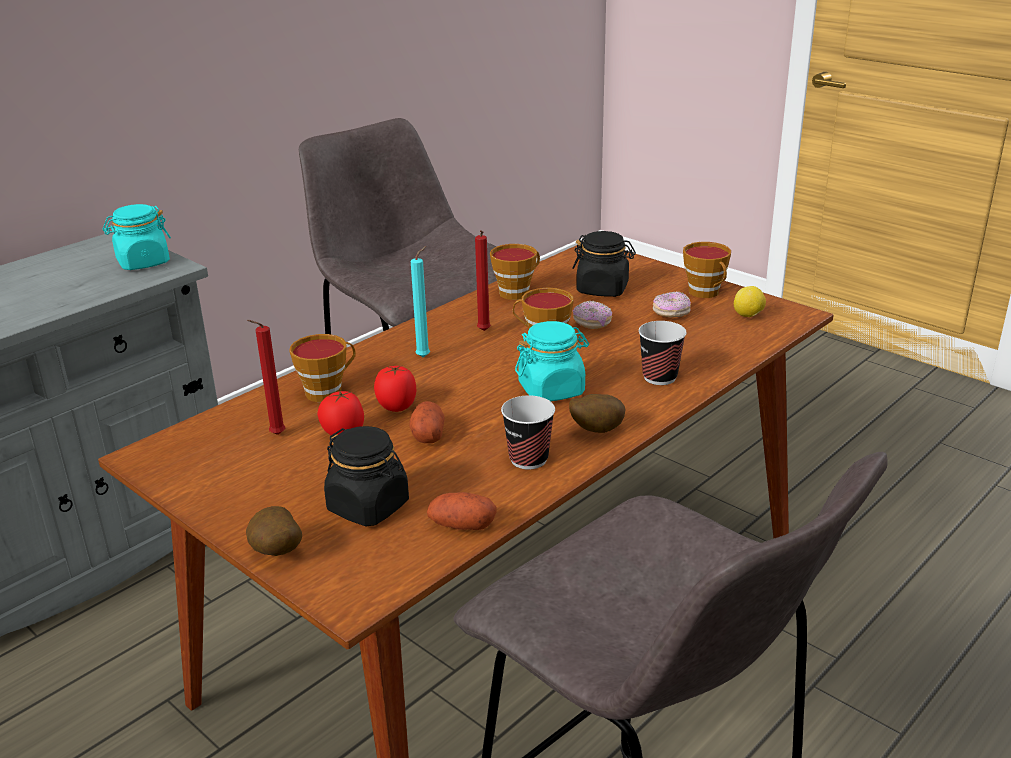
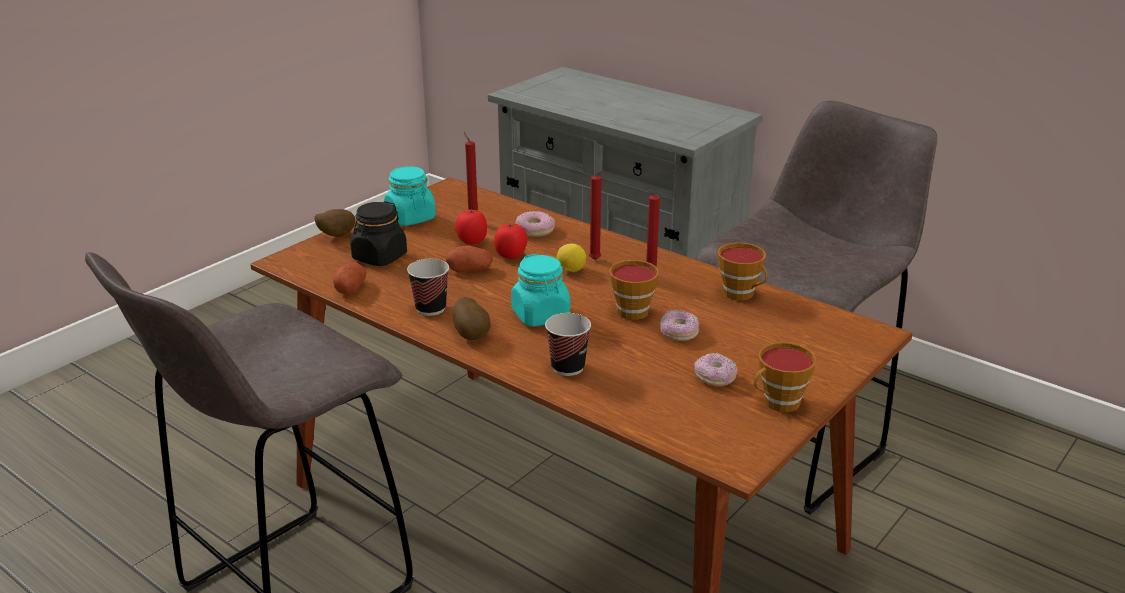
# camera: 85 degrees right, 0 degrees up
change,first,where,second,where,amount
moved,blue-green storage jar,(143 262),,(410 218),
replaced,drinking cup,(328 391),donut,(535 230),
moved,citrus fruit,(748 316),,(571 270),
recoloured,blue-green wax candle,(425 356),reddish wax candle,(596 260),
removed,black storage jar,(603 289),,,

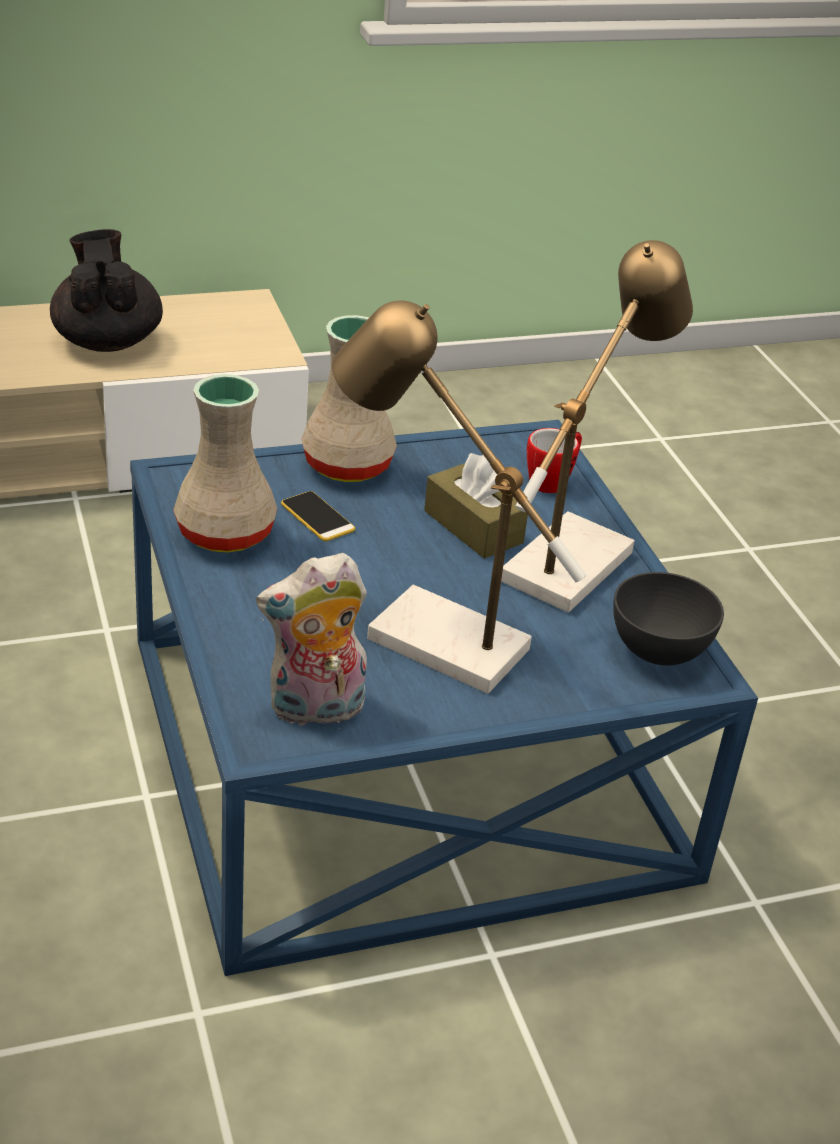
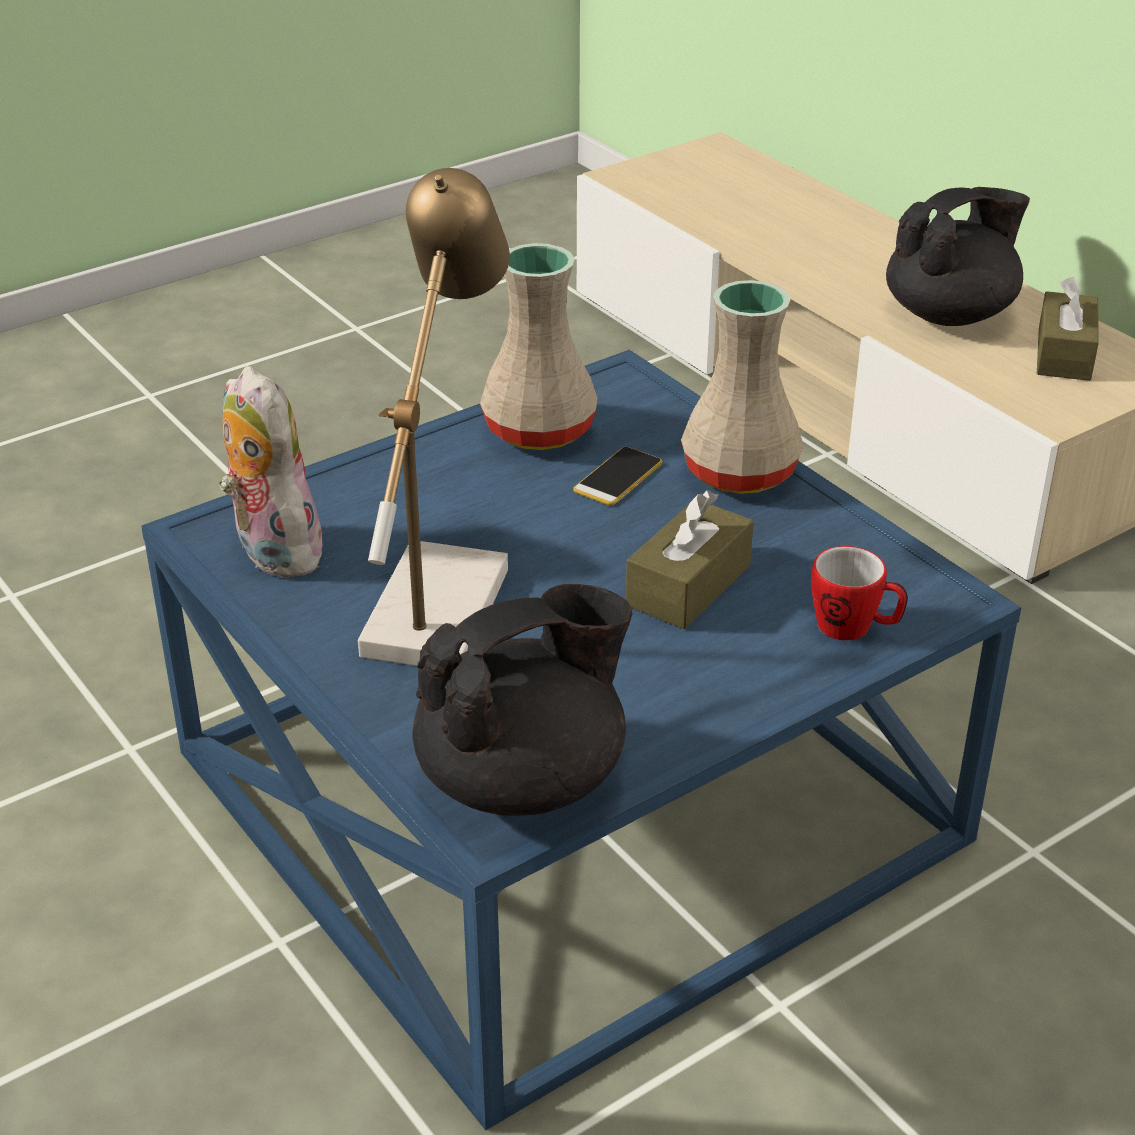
# camera: 75 degrees right, 0 degrees up
change,first,where,second,where,amount
replaced,greyish bowl,(659 650),black teapot,(524 778),
added,,,brownish tissue holder,(1064 354),
removed,table lamp,(574 556),,,

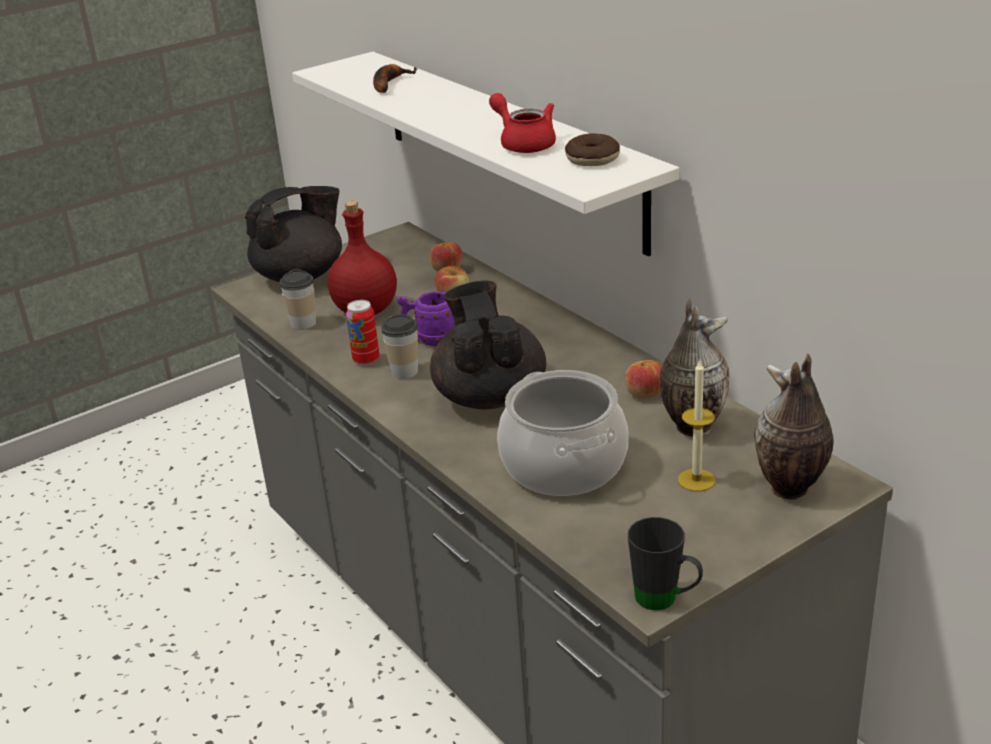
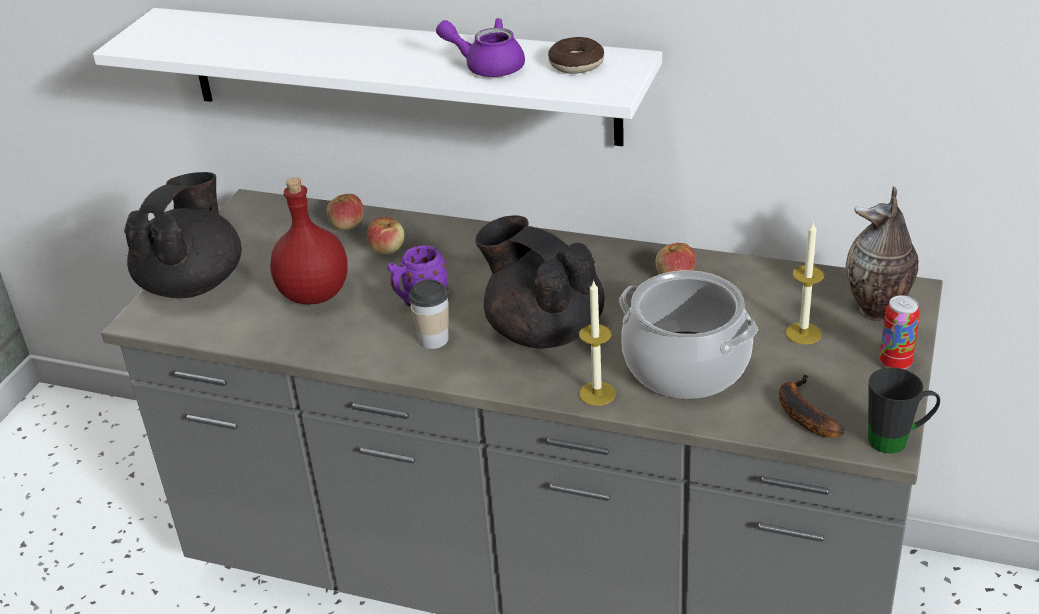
# camera: 35 degrees left, 5 degrees up
change,first,where,second,where,amount
recoloured,reddish teapot,(524 143),purplish teapot,(487 66),
added,,,wax candle,(597 393),
moved,banana fruit,(388 83),,(802 413),
moved,metal can,(366 360),,(895 363),
removed,drinking cup,(303 323),,,
removed,decorative vase,(691 426),,,

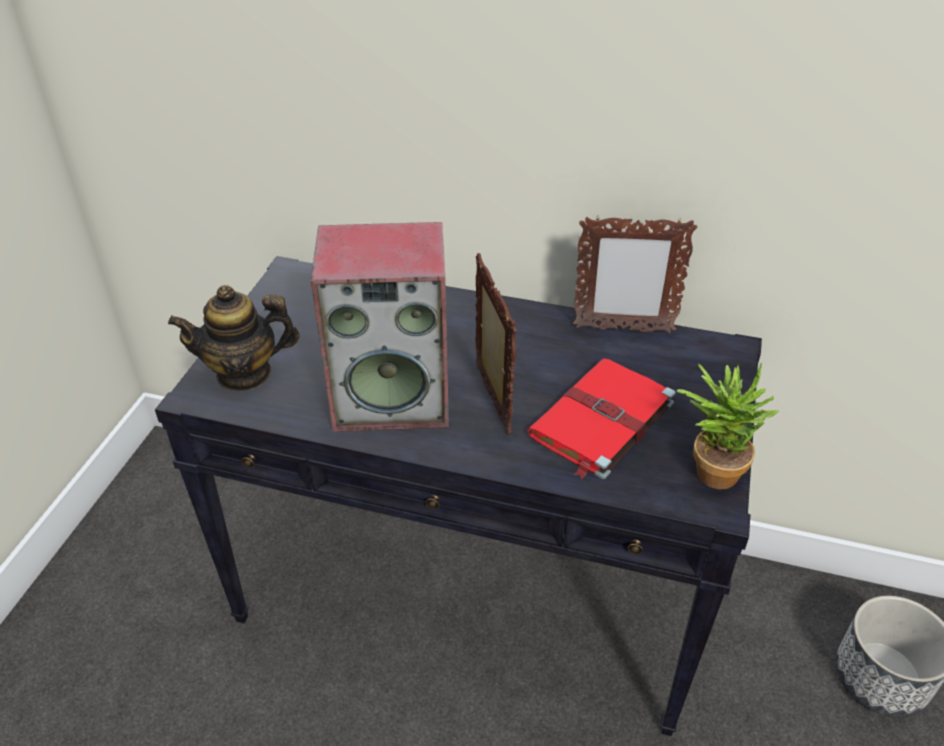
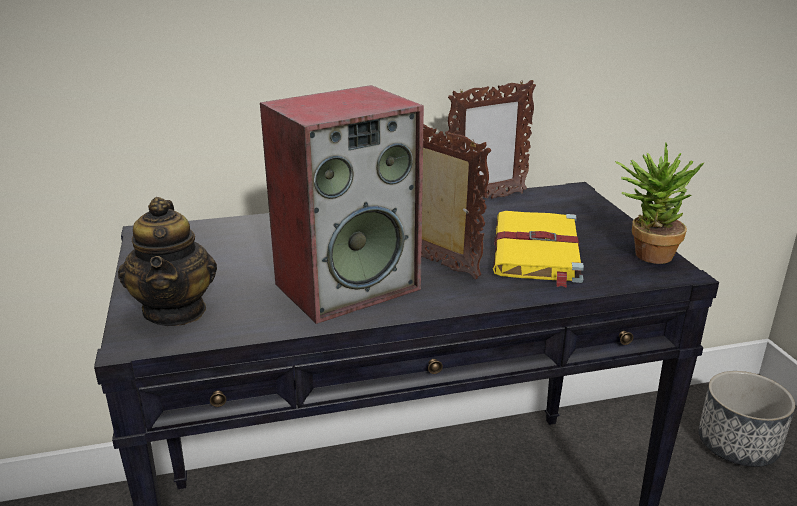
# camera: 30 degrees left, 15 degrees down
change,first,where,second,where,amount
turned,teapot,(244 374),,(176 311),60 degrees counterclockwise
recoloured,reddish book,(600 421),yellow-coloured book,(536 251),

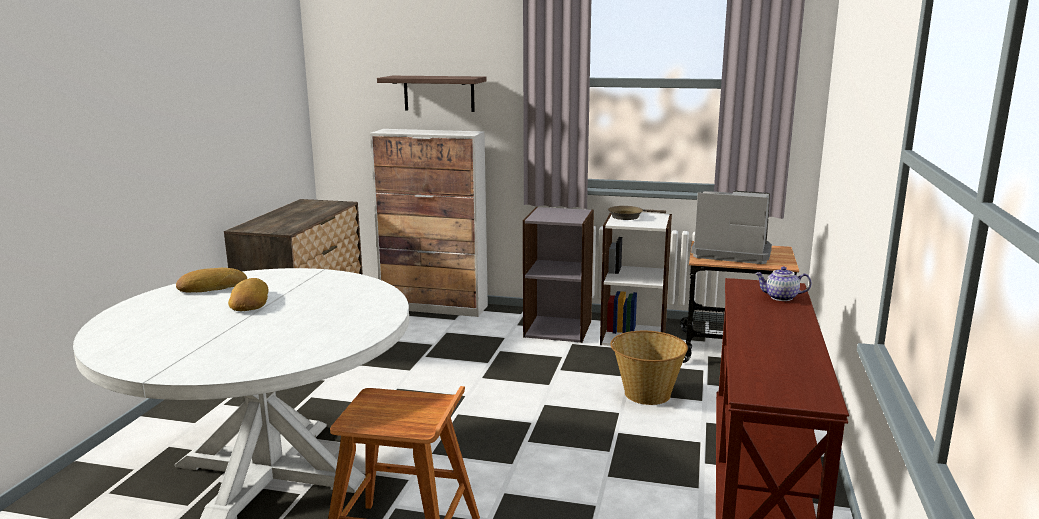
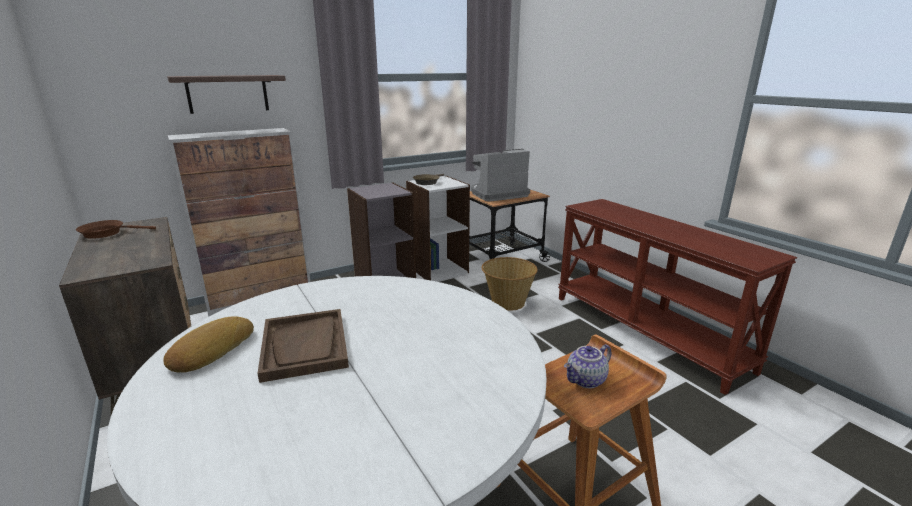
# camera: 45 degrees left, 5 degrees up
change,first,where,second,where,amount
added,,,brownish pan,(106 233),
replaced,bakery bread,(249 301),brownish serving tray,(305 346),
moved,teapot,(781 297),,(586 380),

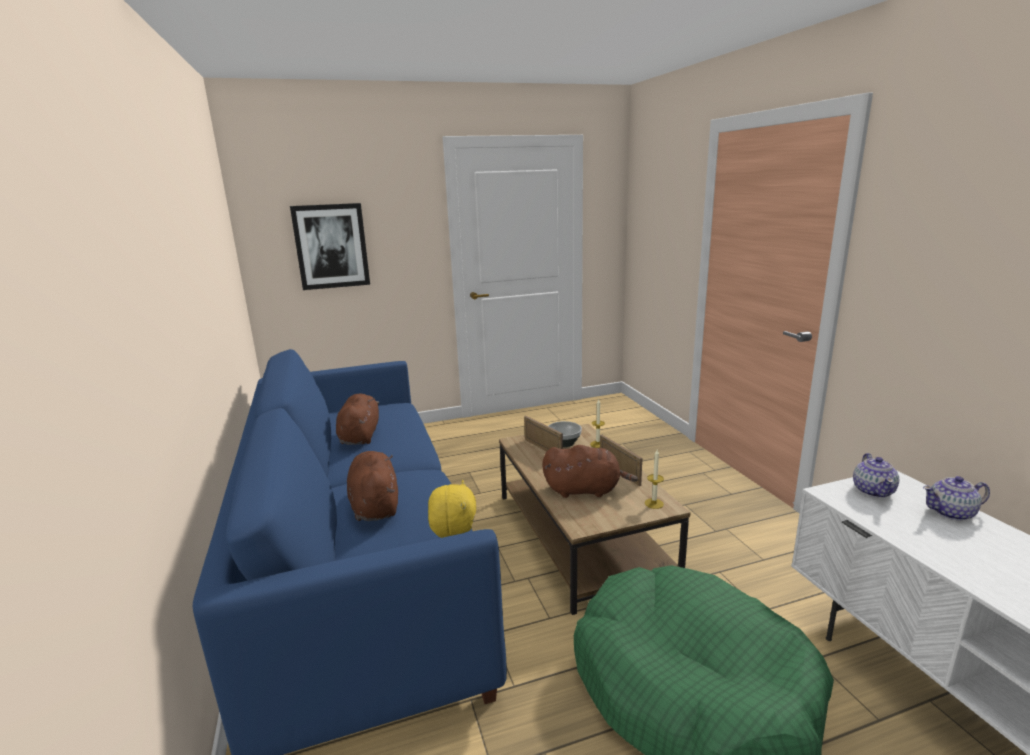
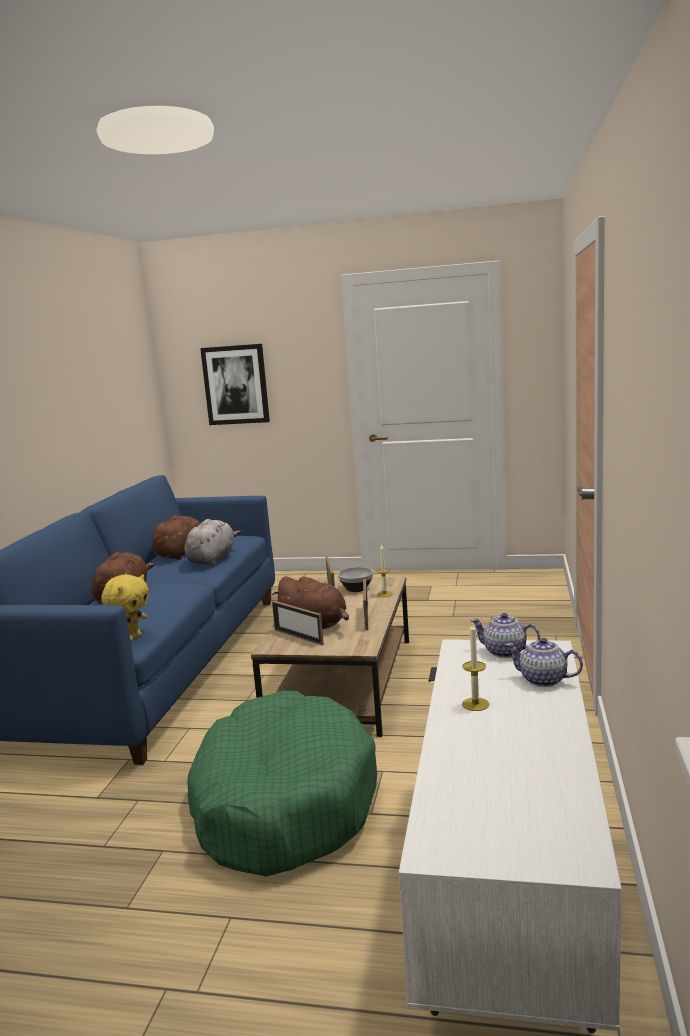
# camera: 30 degrees right, 5 degrees down
change,first,where,second,where,amount
added,,,greyish plush toy,(212 559),
added,,,picture frame,(298 637),
moved,wax candle,(654 503),,(475 704),
turned,teapot,(873 491),,(505 652),75 degrees clockwise

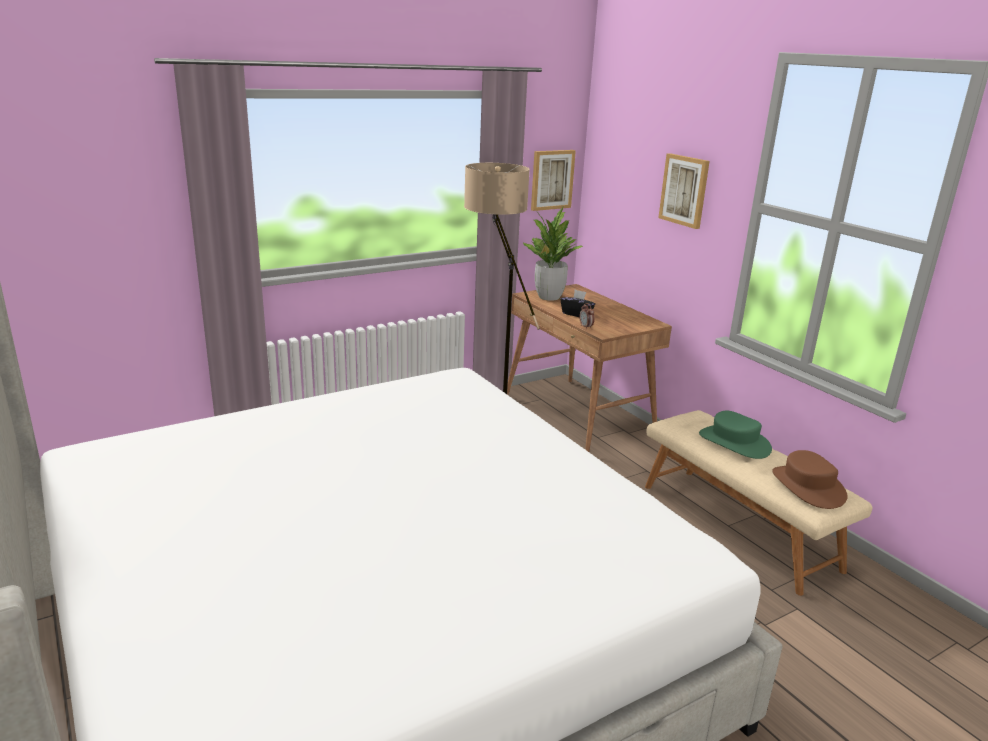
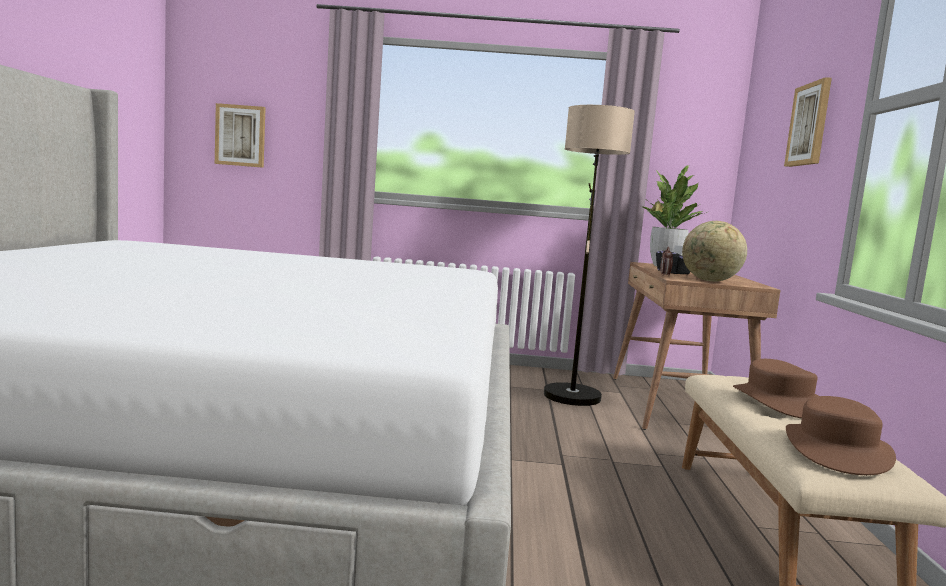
# camera: 35 degrees right, 15 degrees down
change,first,where,second,where,amount
moved,wall picture,(551 179),,(240 135),
added,,,desk globe,(710 281),
recoloured,green-coloured wearable hat,(734 442),brownish wearable hat,(778 402),

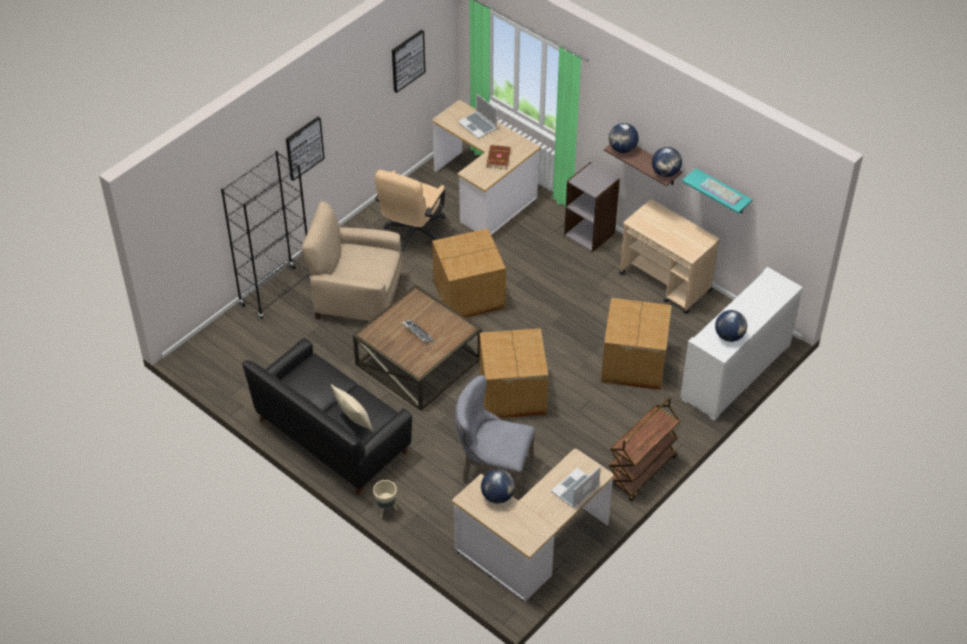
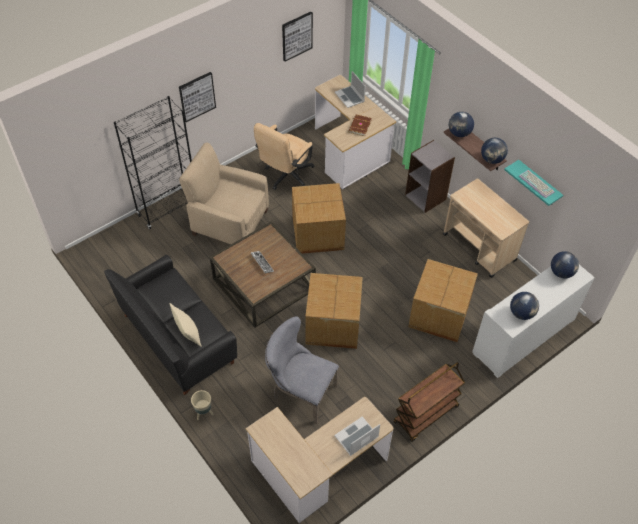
# camera: 10 degrees right, 5 degrees up
change,first,where,second,where,amount
moved,desk globe,(497 496),,(561 272),

